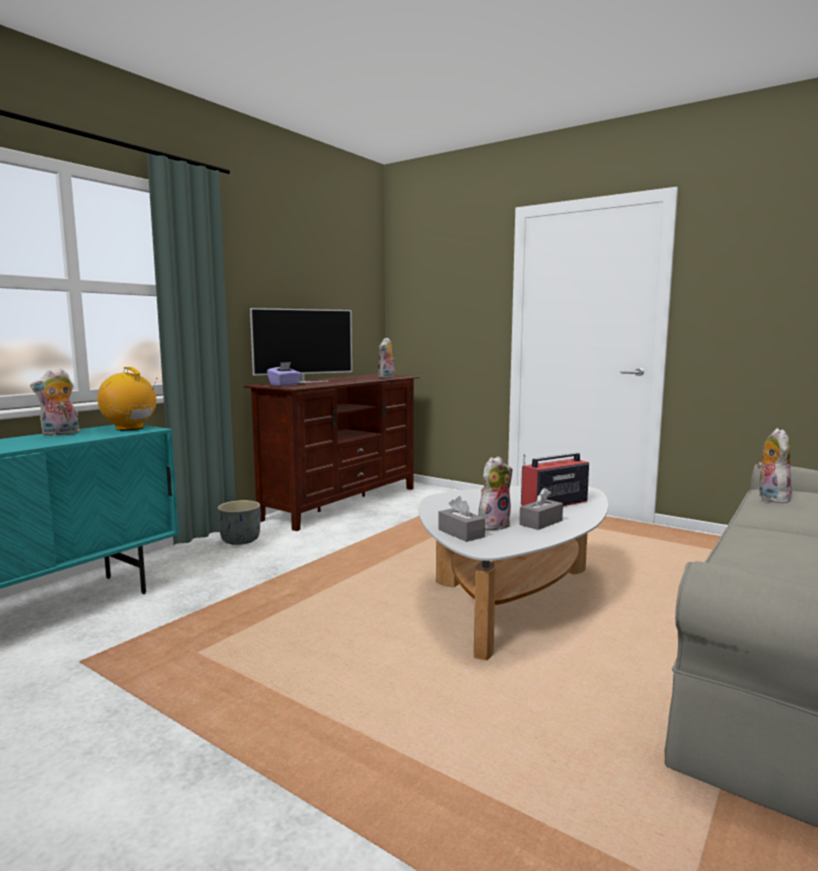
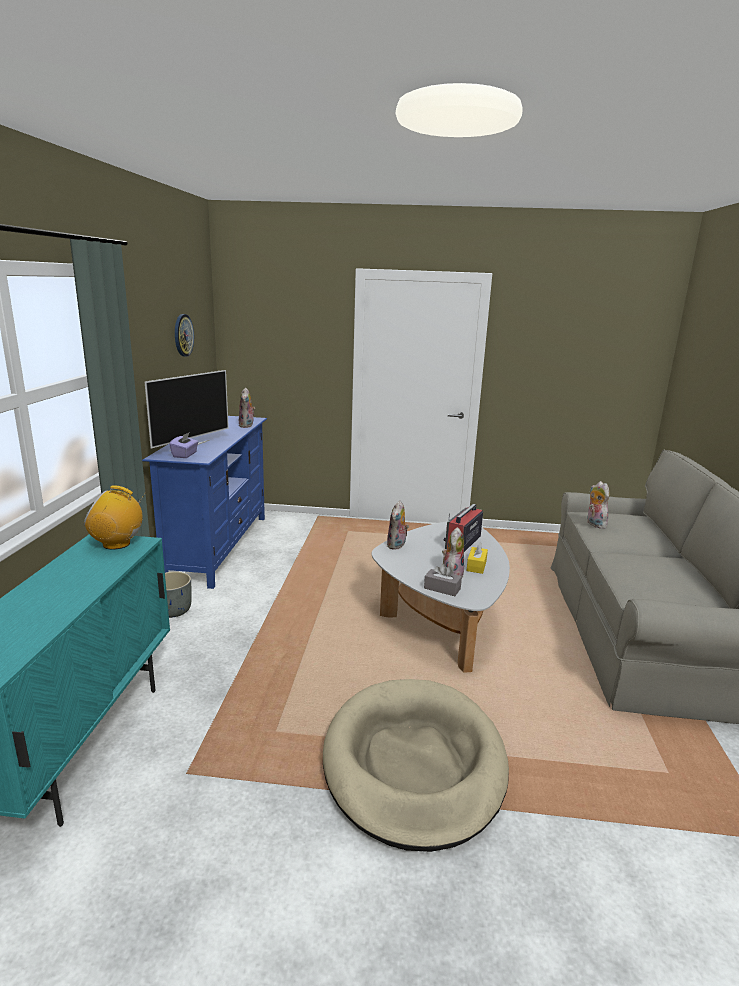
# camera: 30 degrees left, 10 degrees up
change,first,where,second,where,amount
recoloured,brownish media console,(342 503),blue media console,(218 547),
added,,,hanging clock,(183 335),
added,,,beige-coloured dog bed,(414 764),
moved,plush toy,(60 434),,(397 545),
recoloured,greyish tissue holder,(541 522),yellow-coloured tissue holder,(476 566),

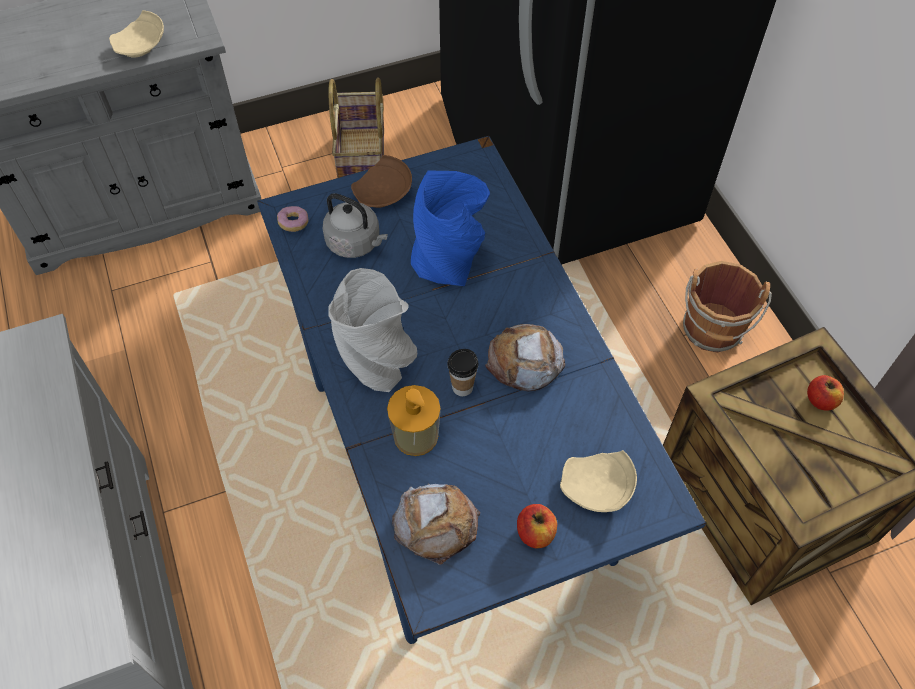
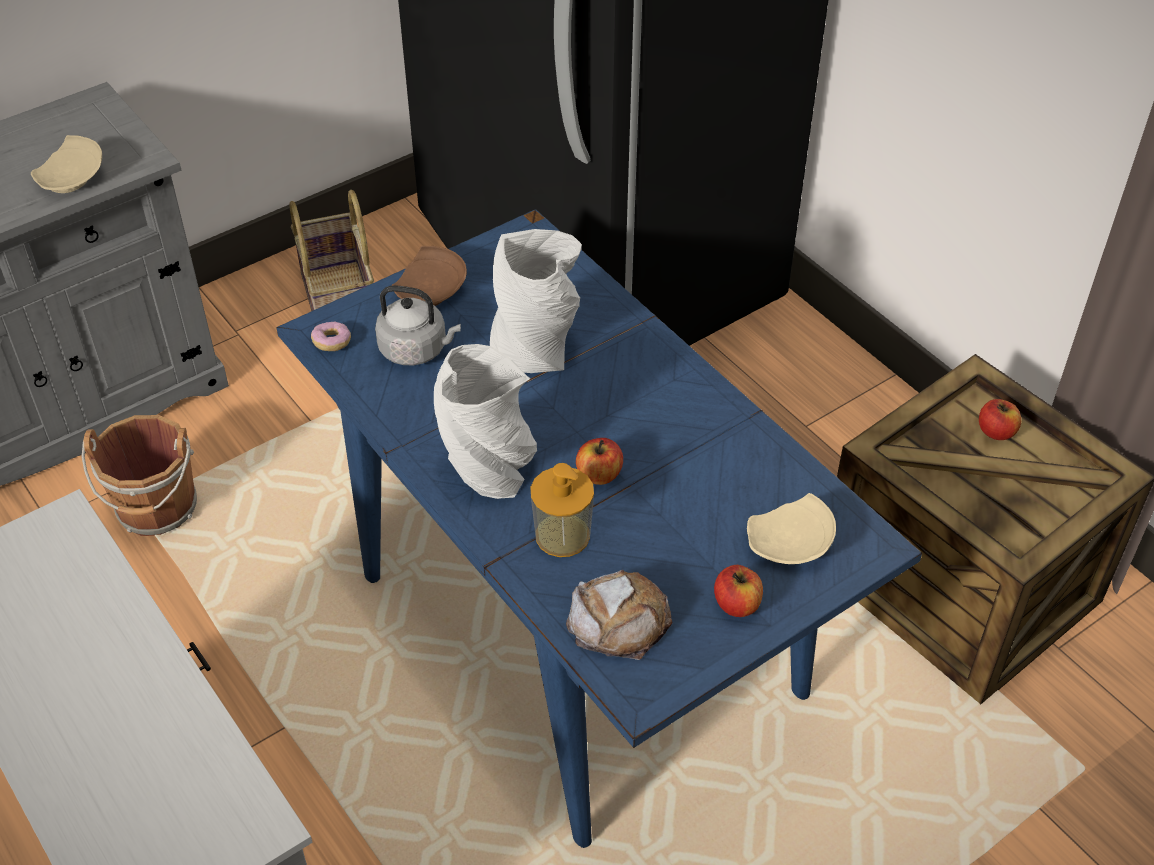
# camera: 15 degrees left, 10 degrees down
change,first,where,second,where,amount
moved,brownish pail,(712 331),,(157 510),
recoloured,blue decorative vase,(449 262),greyish decorative vase,(537 348),
replaced,drinking cup,(462 387),apple fruit,(599 474),
removed,bakery bread,(524 361),,,

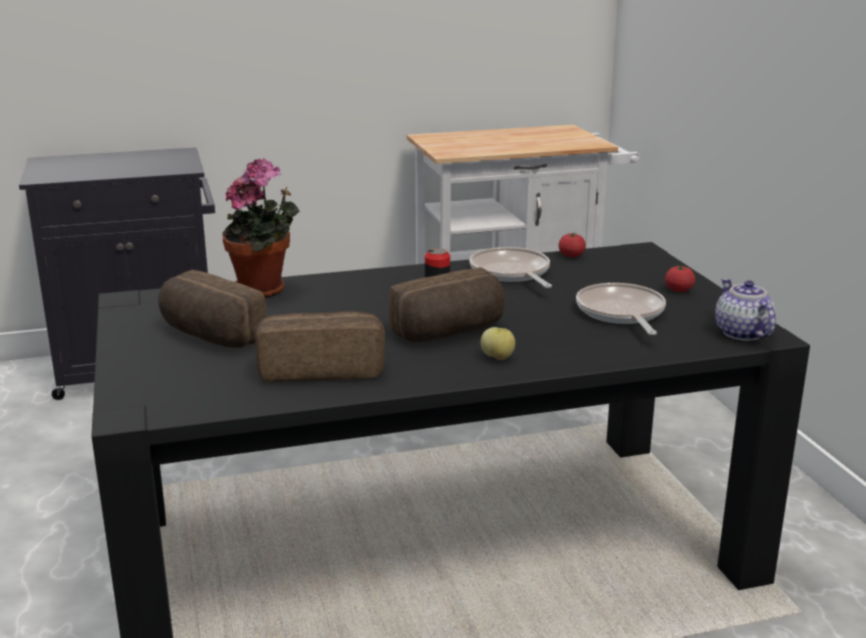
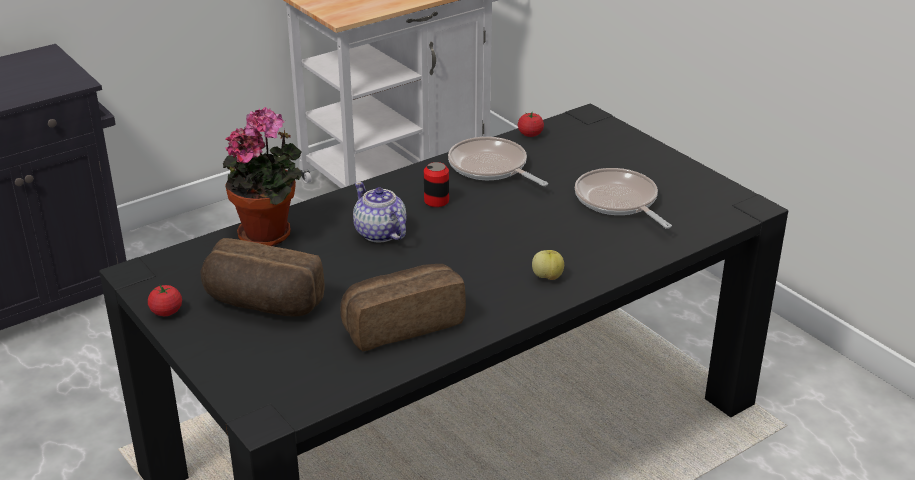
# camera: 20 degrees left, 10 degrees up
change,first,where,second,where,amount
moved,fresh tomato,(678 290),,(166 312),
moved,teapot,(742 333),,(380 233),
removed,bakery bread,(450 332),,,

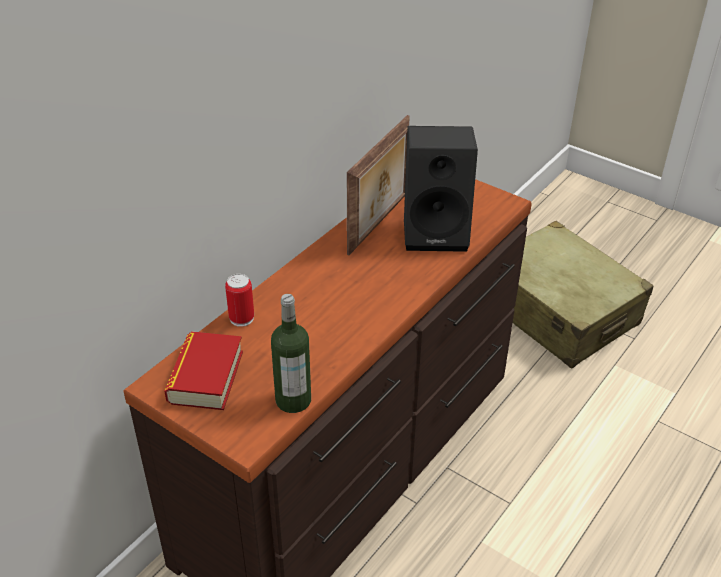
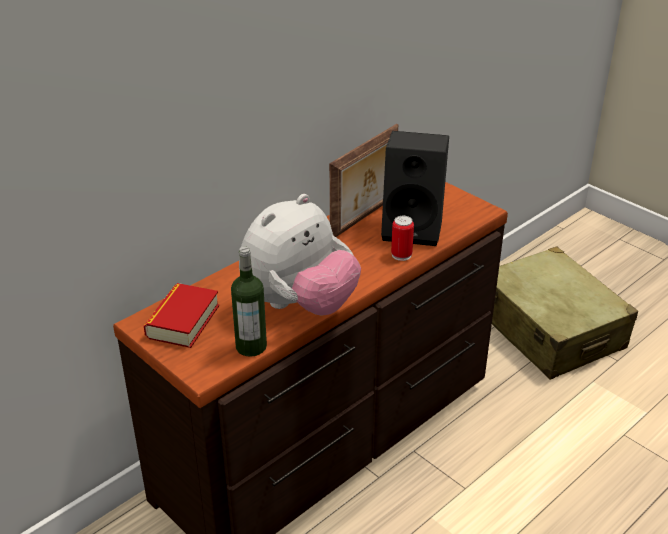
# camera: 10 degrees right, 5 degrees down
change,first,where,second,where,amount
added,,,plush toy,(299 304),
moved,metal can,(241 318),,(401 255),

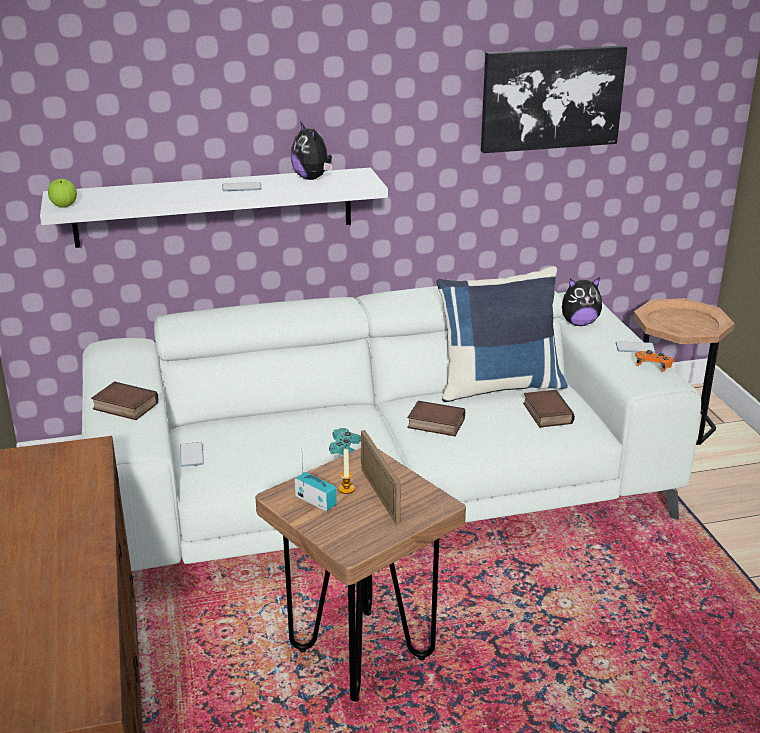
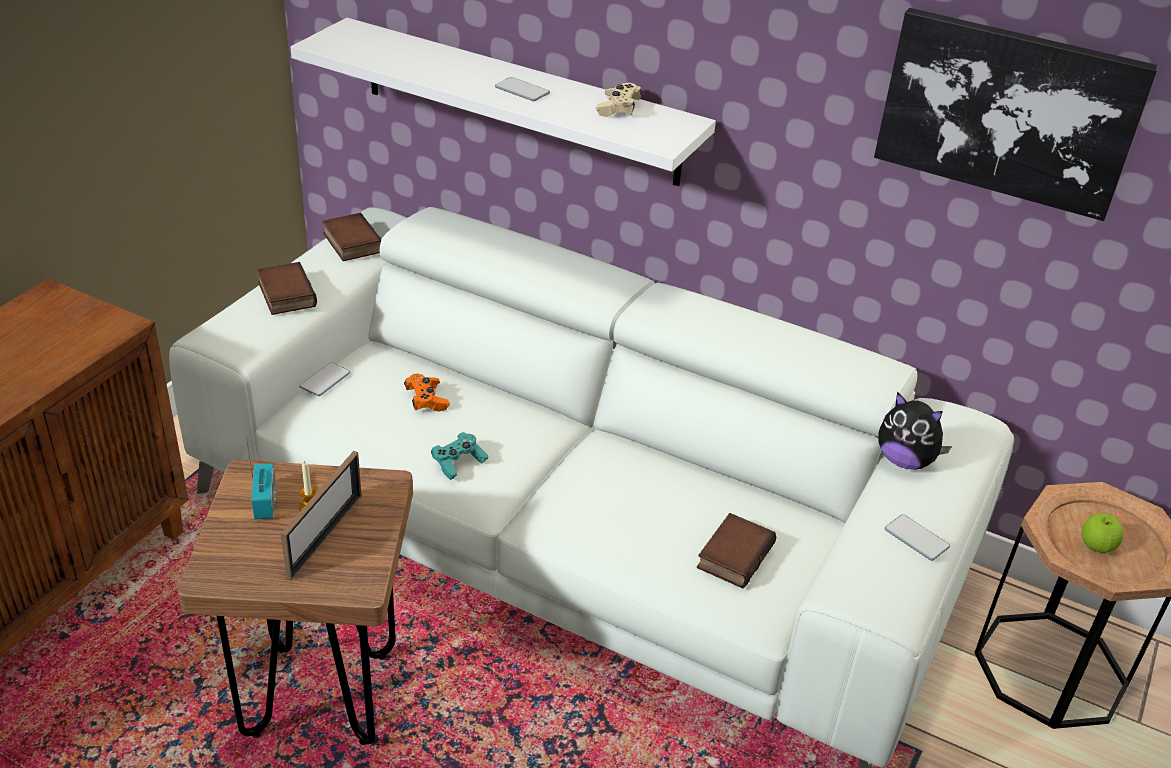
# camera: 40 degrees right, 10 degrees up
change,first,where,second,where,amount
moved,book,(434 424),,(350 243),
moved,orange-coloured joypad,(653 366),,(426 400),
replaced,plush toy,(312 178),beige-coloured joypad,(618 109),
moved,apple fruit,(64 206),,(1096 547),
removed,blue cushion,(498 386),,,

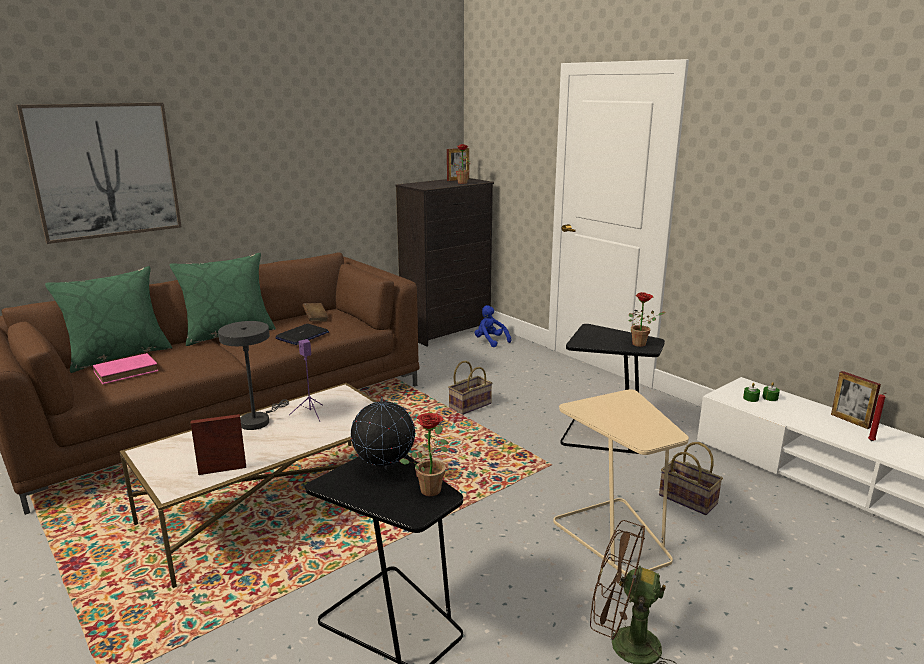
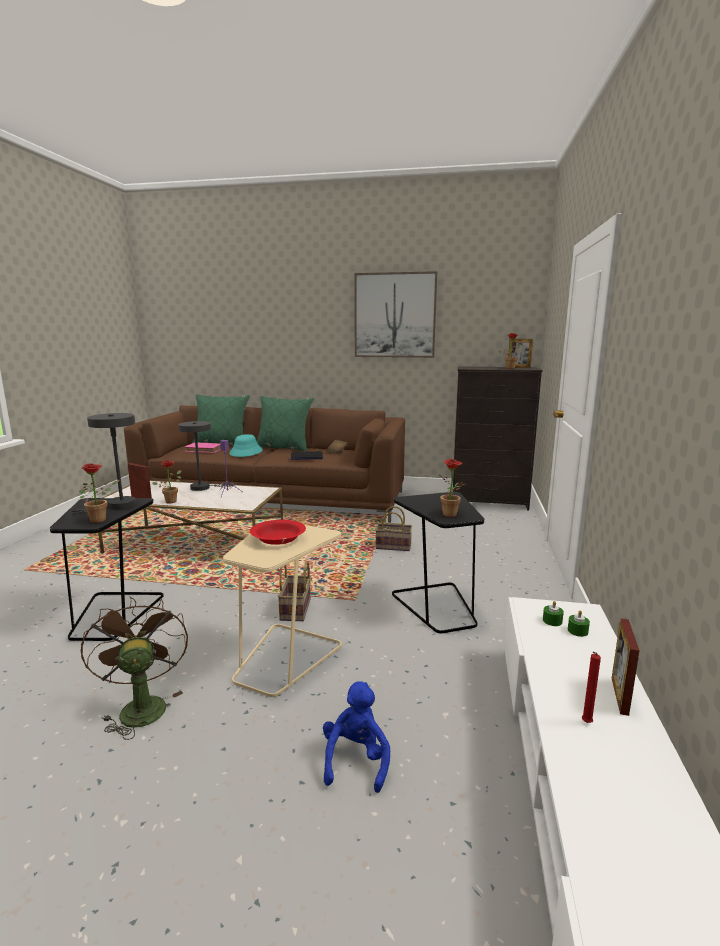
# camera: 50 degrees right, 5 degrees down
change,first,where,second,where,amount
replaced,desk globe,(384 469),greyish table lamp,(117 506),
added,,,potted plant,(172 501),
added,,,blue-green wearable hat,(246 452),
added,,,reddish bowl,(278 539),
moved,storage basket,(689 499),,(296 610),
moved,blue plush toy,(490 341),,(356 760),
moved,wall picture,(105 171),,(395 315),

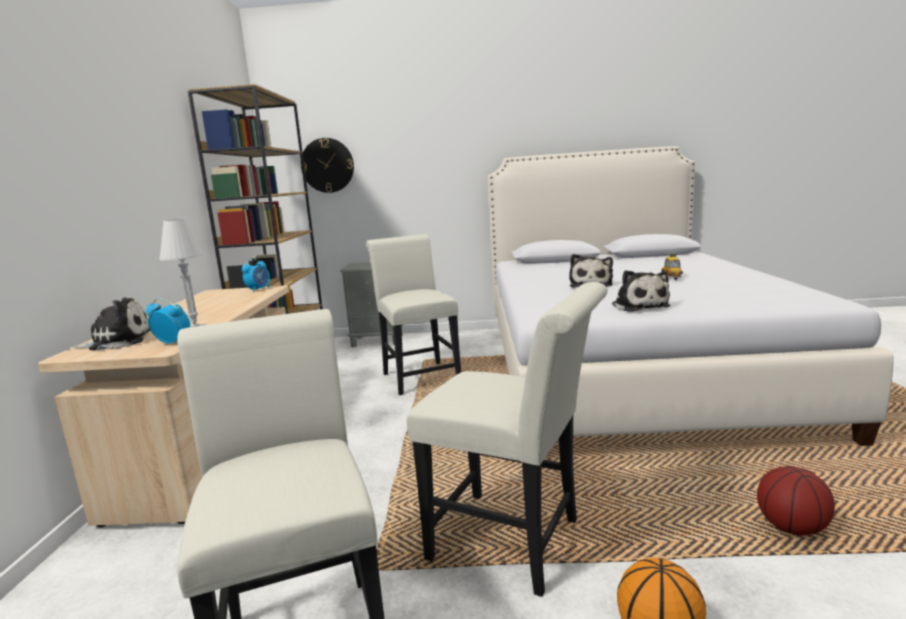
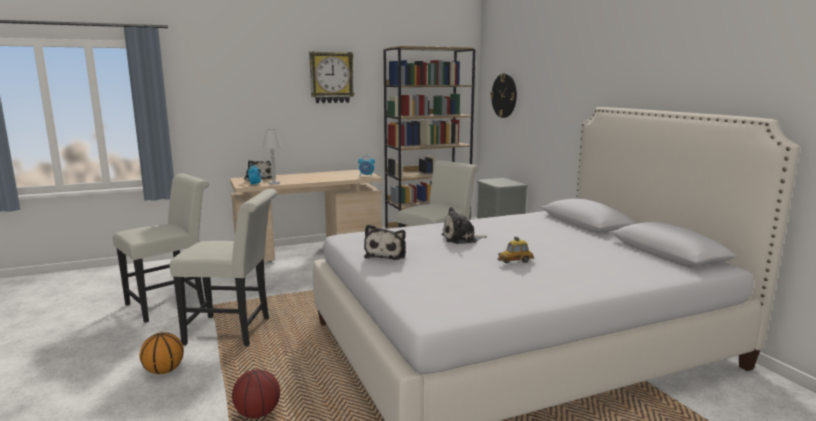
# camera: 65 degrees right, 0 degrees up
change,first,where,second,where,amount
turned,white upright chair,(515 543),,(234 331),90 degrees counterclockwise
added,,,hanging clock,(331 77),
turned,plush toy,(639 306),,(386 254),45 degrees counterclockwise

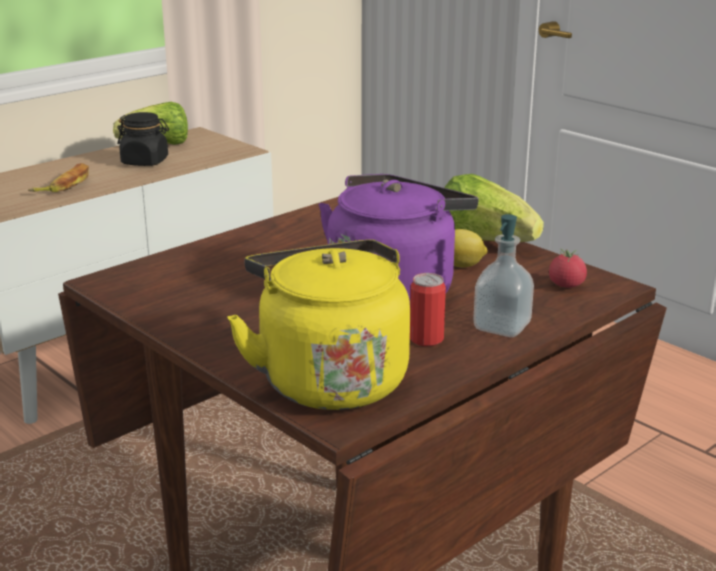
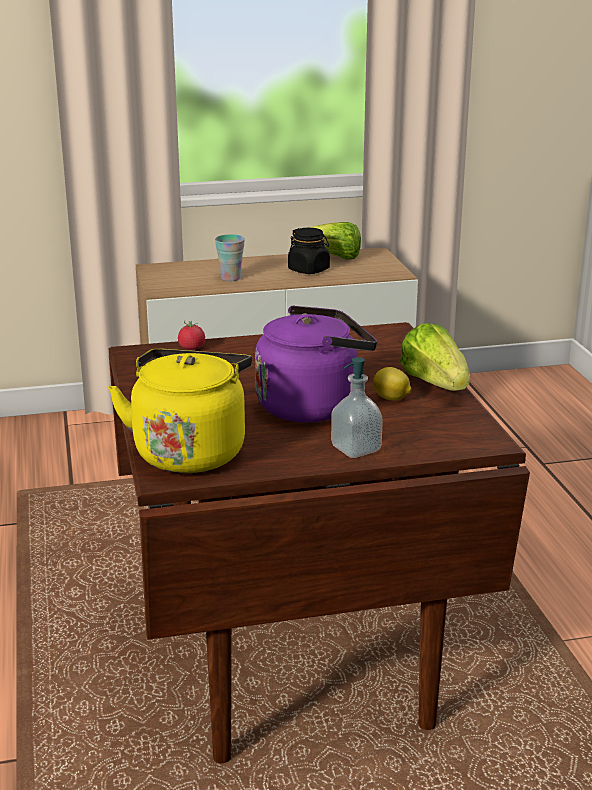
# camera: 30 degrees right, 0 degrees up
change,first,where,second,where,amount
moved,fresh tomato,(566 285),,(192 348),
replaced,banana fruit,(64 185),drinking cup,(230 278),
removed,metal can,(426 339),,,

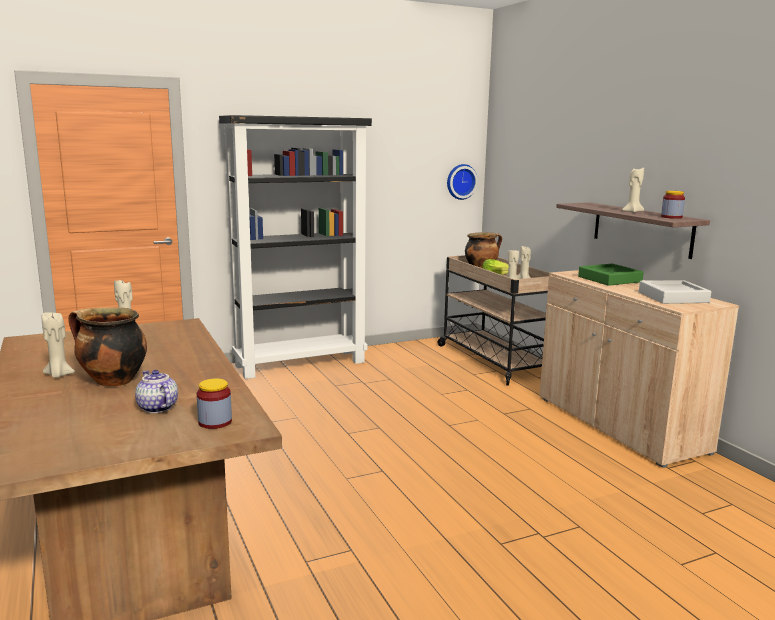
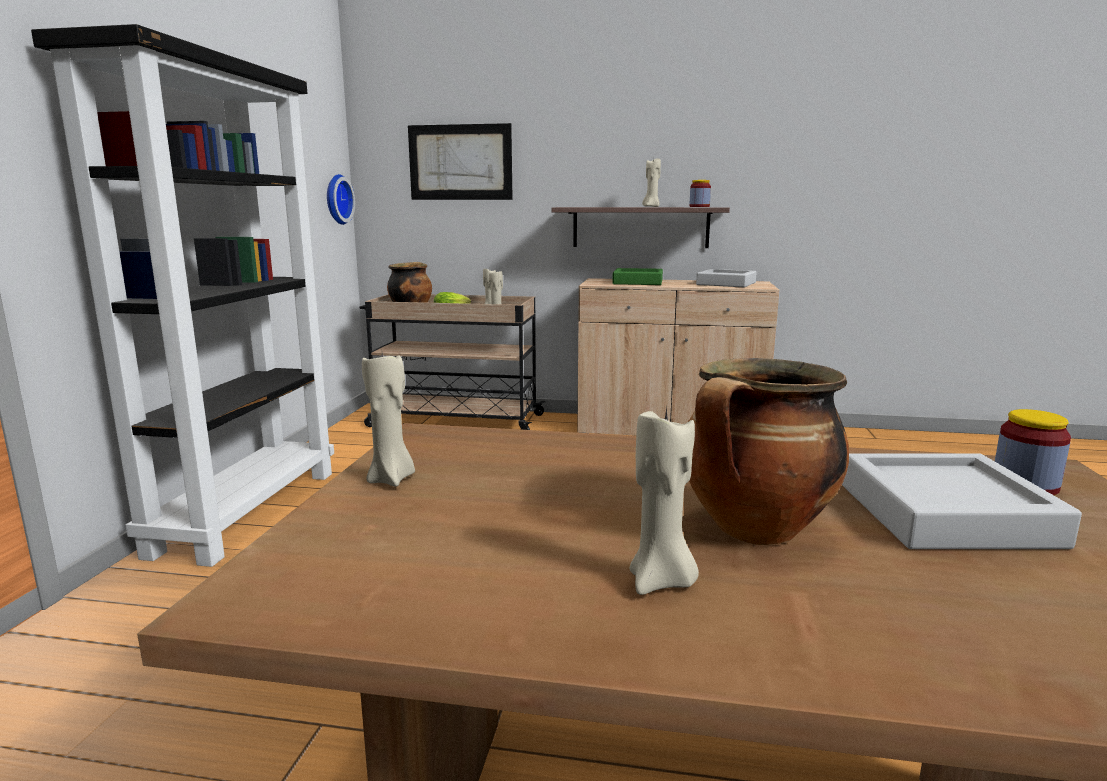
# camera: 55 degrees left, 0 degrees up
change,first,where,second,where,amount
added,,,wall picture,(460 162),
replaced,teapot,(156 408),greyish serving tray,(945 514),

